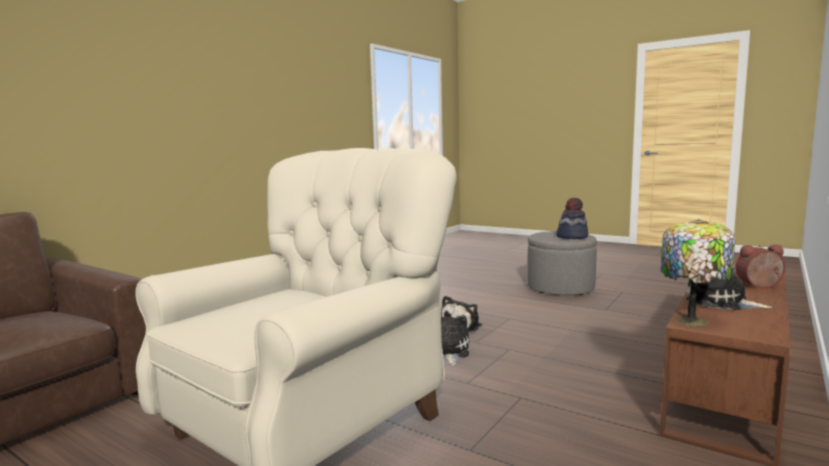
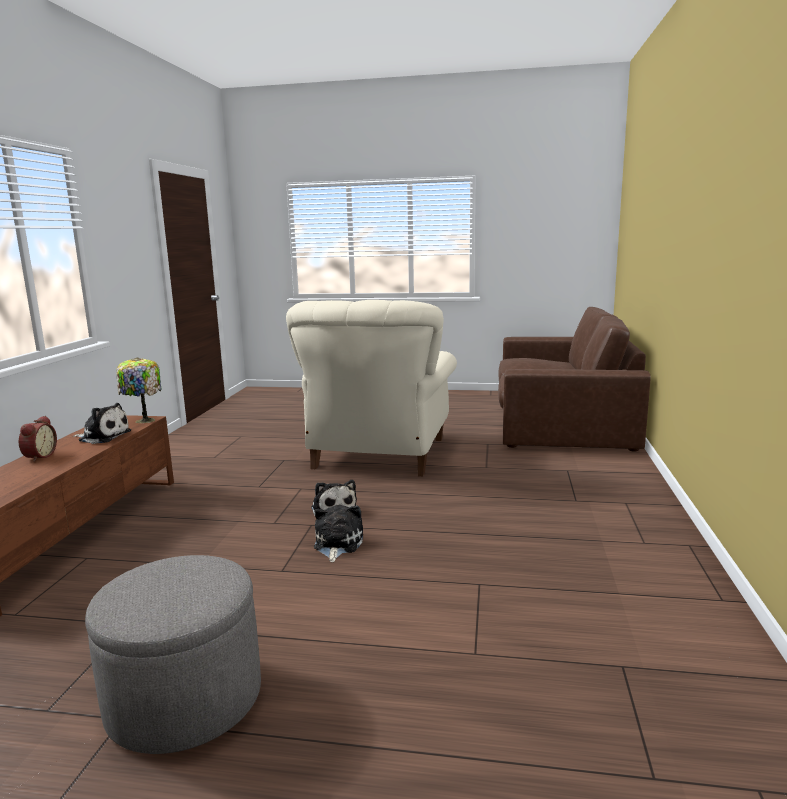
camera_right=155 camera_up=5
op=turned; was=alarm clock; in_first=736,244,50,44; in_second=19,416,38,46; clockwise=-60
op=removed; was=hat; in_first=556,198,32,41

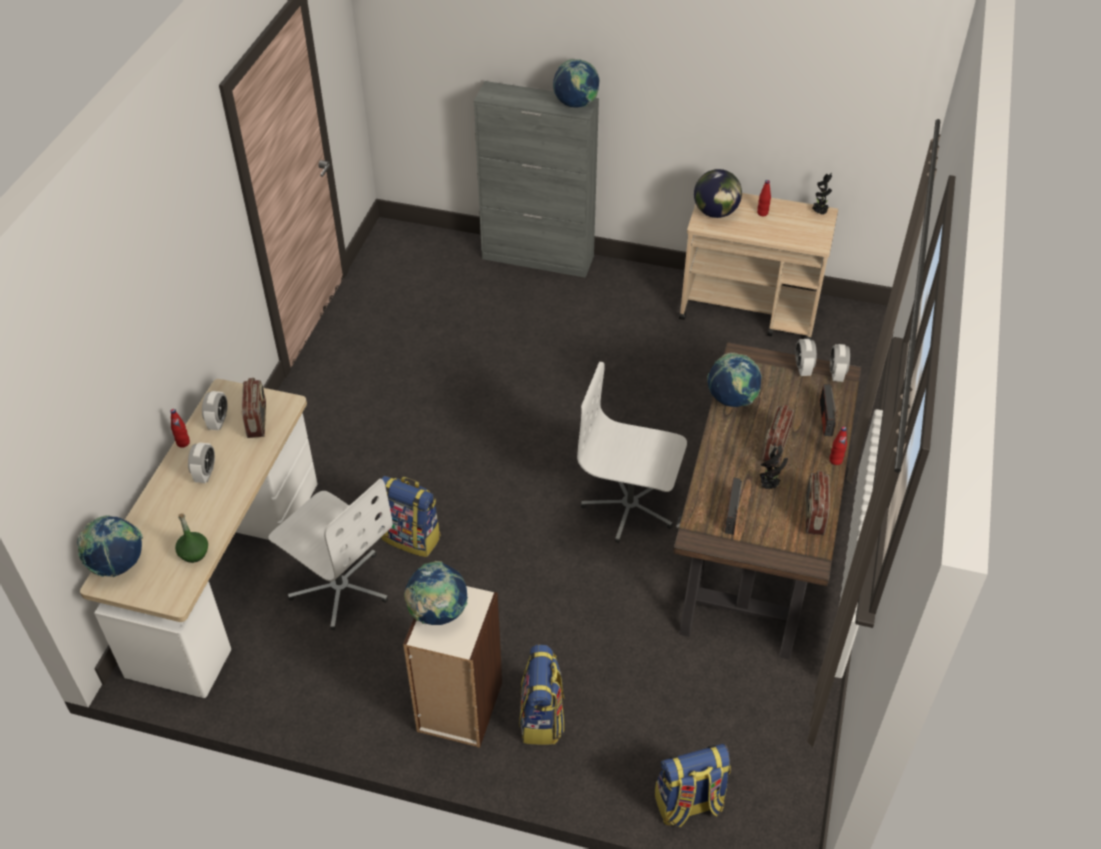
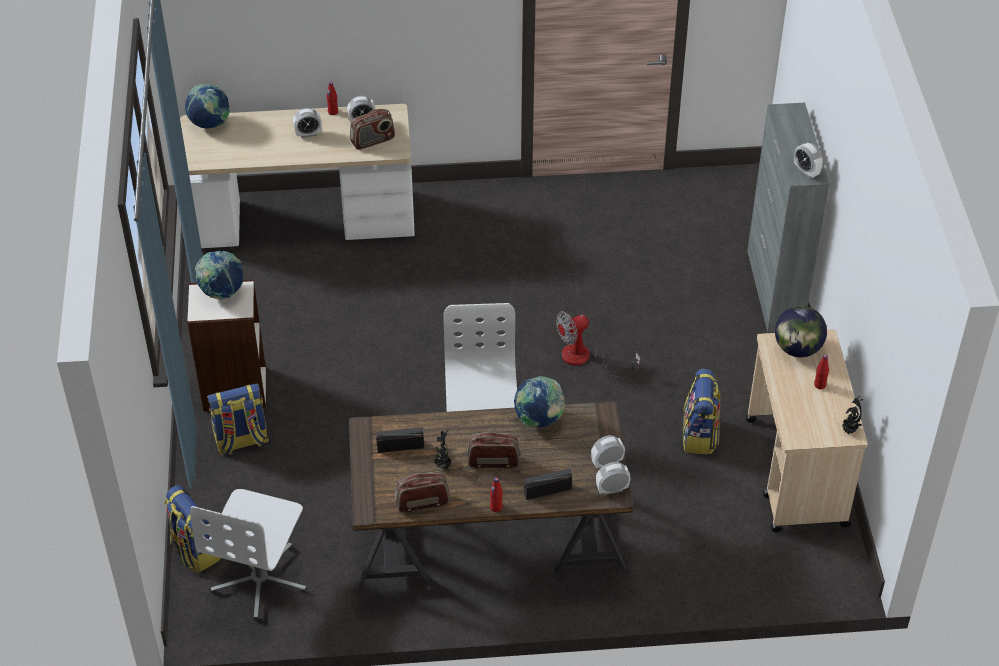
camera_right=70 camera_up=0
op=moved; was=white office chair; in_first=268,478,125,152; in_second=190,489,117,132
op=added; now=fan; in_second=556,311,84,67
op=moved; was=backpack; in_first=379,476,62,81; in_second=683,369,38,85
op=replaced; was=globe; now=alarm clock; in_first=553,59,47,49; in_second=794,143,29,35
op=removed; was=green bottle; in_first=175,513,33,50

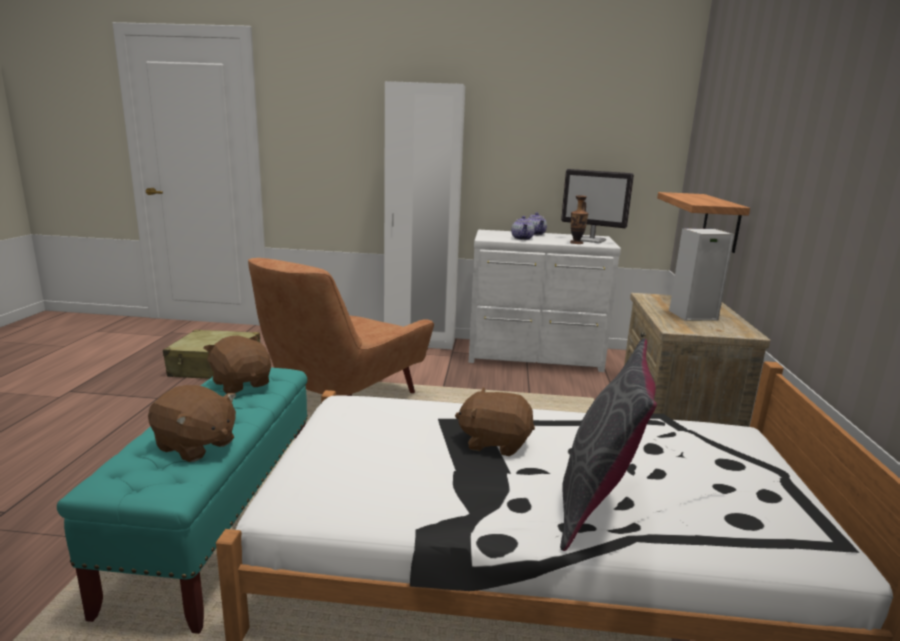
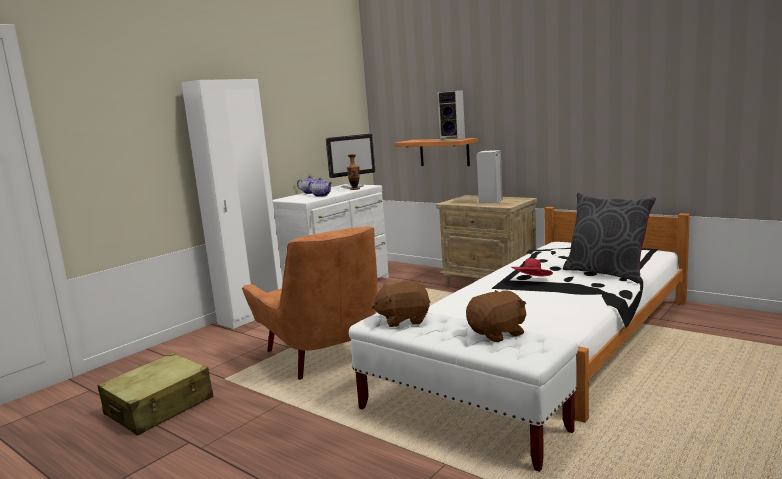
camera_right=-55 camera_up=-5
op=recoloured; was=turquoise bench; now=white bench; in_first=57,368,251,266; in_second=349,312,229,160
op=added; now=speaker; in_second=437,90,28,51
op=replaced; was=brown plush toy; now=red hat; in_first=455,388,80,68; in_second=512,258,41,18

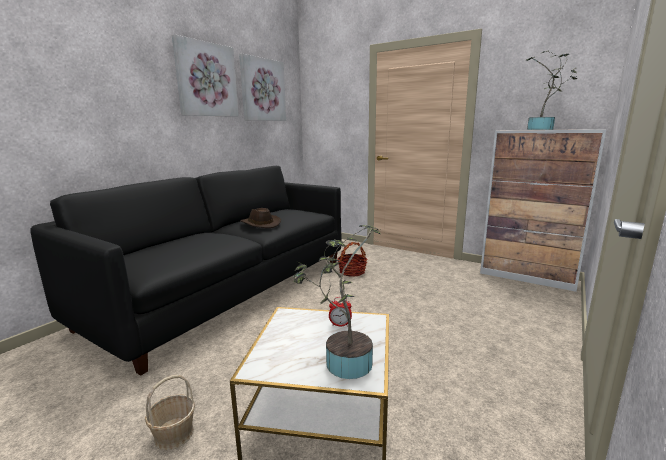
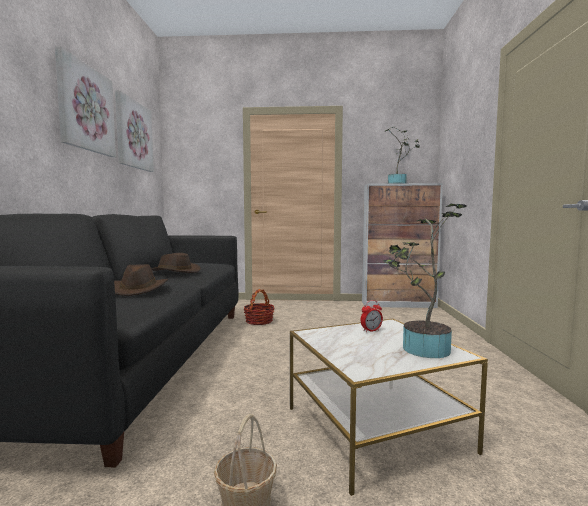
camera_right=-30 camera_up=-10
op=added; now=brown hat; in_second=114,264,54,32

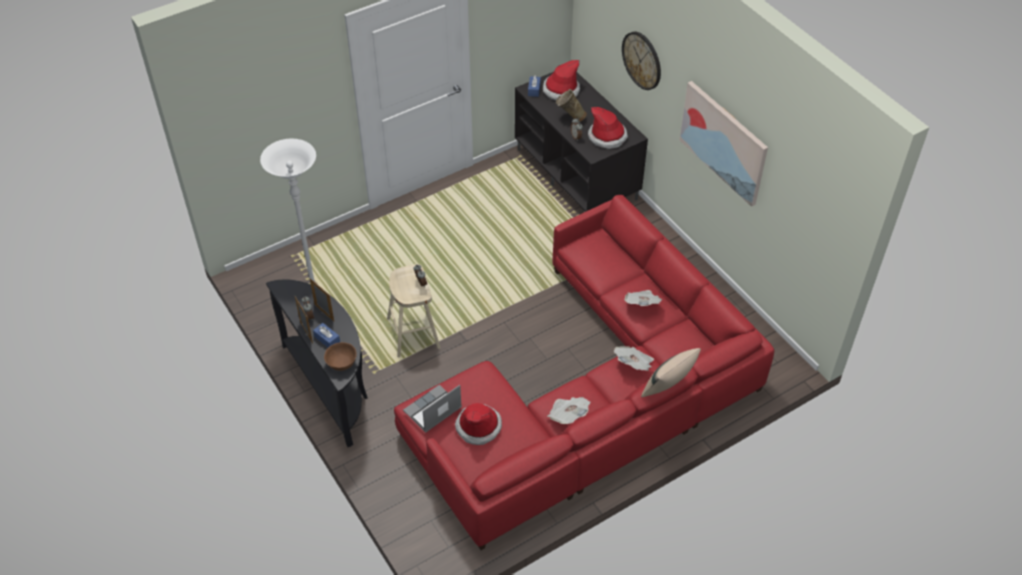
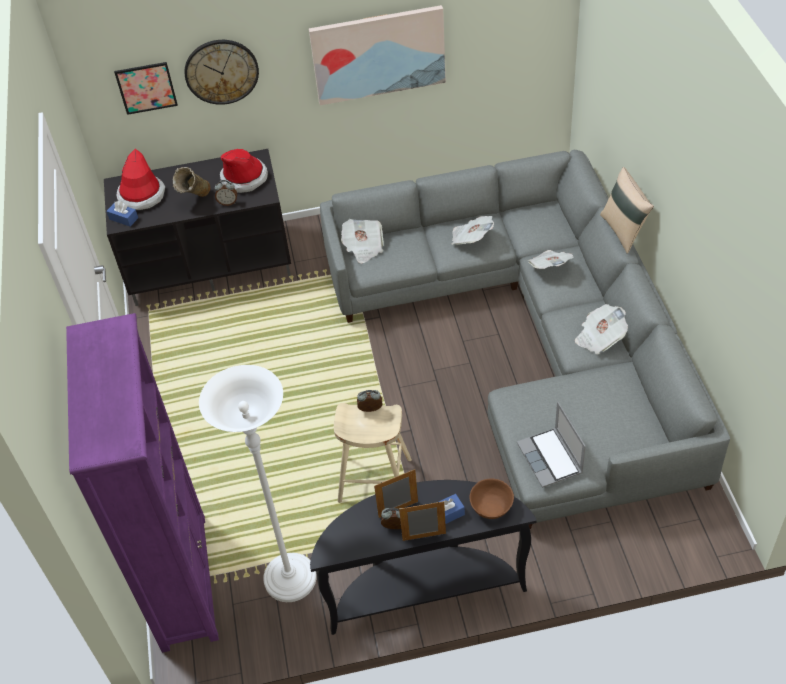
camera_right=-65 camera_up=0
op=added; now=purple bookcase; in_second=66,313,153,340
op=added; now=picture; in_second=114,62,64,53
op=recoloured; was=red sofa; now=grey sofa; in_first=394,195,380,355; in_second=320,150,410,379
op=added; now=newspaper; in_second=341,219,43,44
op=removed; was=hat; in_first=455,403,47,42

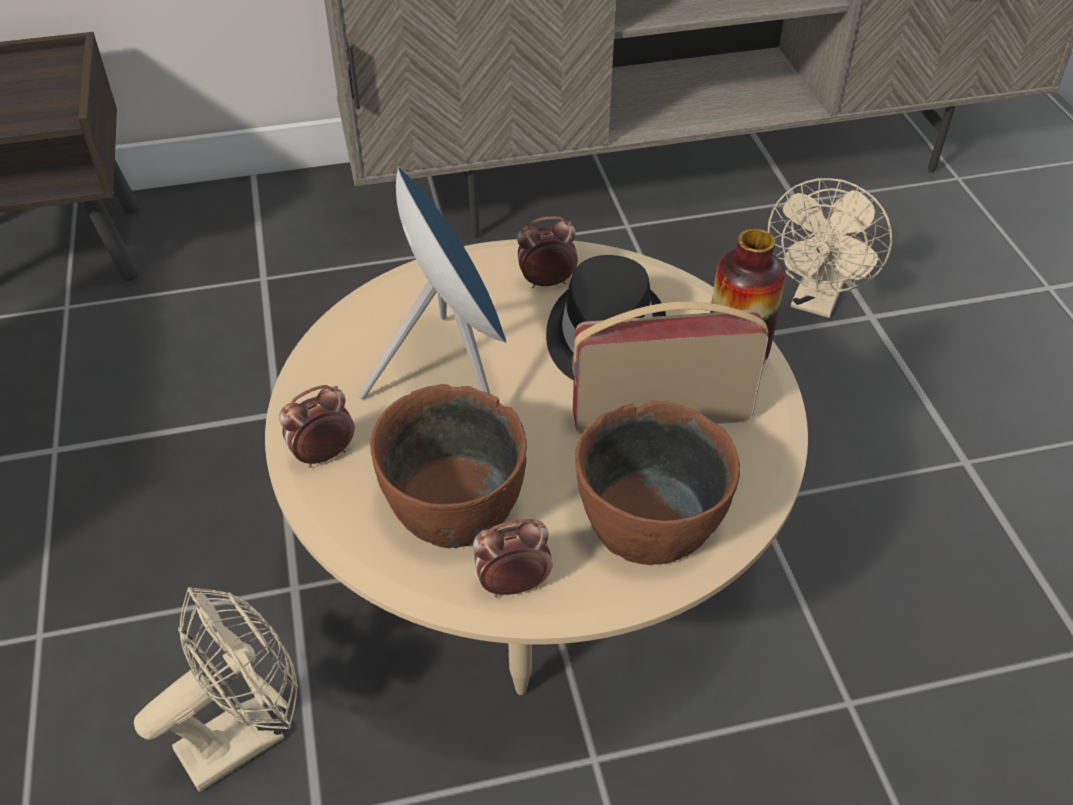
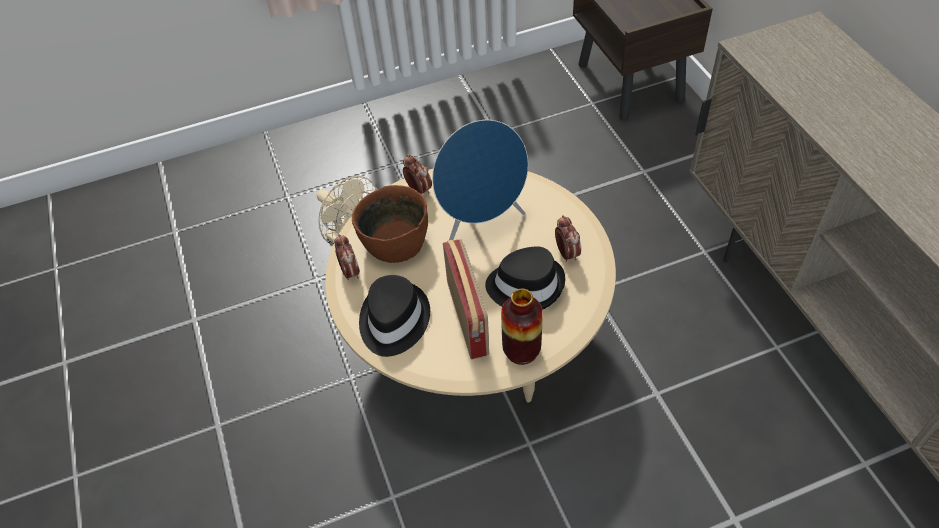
camera_right=85 camera_up=5
op=replaced; was=brown bowl; now=black hat; in_first=575,400,165,165; in_second=359,275,71,82
op=removed; was=beige fan; in_first=768,178,124,140

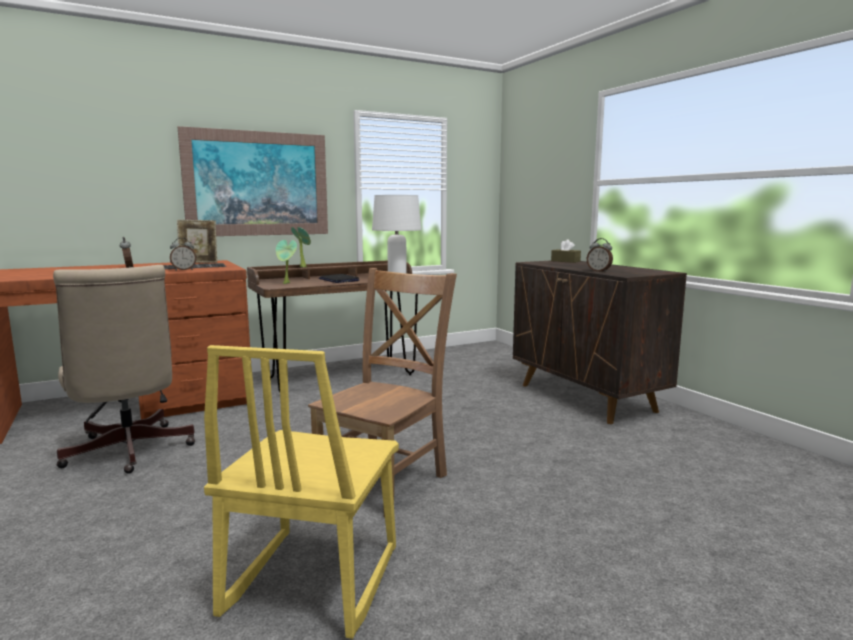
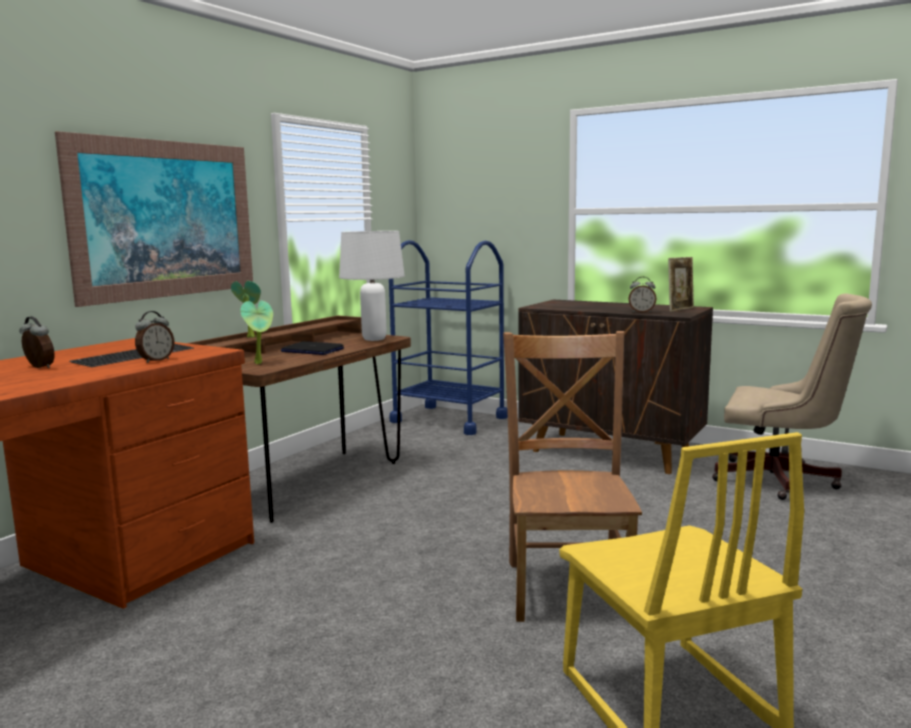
camera_right=-30 camera_up=0
op=added; now=blue cart; in_second=389,240,119,195
op=moved; was=picture frame; in_first=177,220,40,43; in_second=668,257,26,55
op=moved; was=beige office chair; in_first=53,265,142,209; in_second=712,293,160,207
op=removed; was=brown tissue box; in_first=551,239,30,24

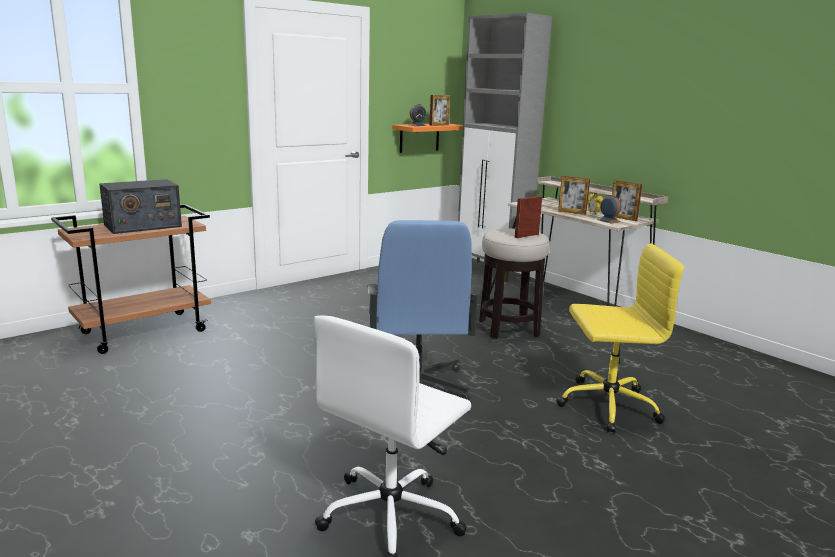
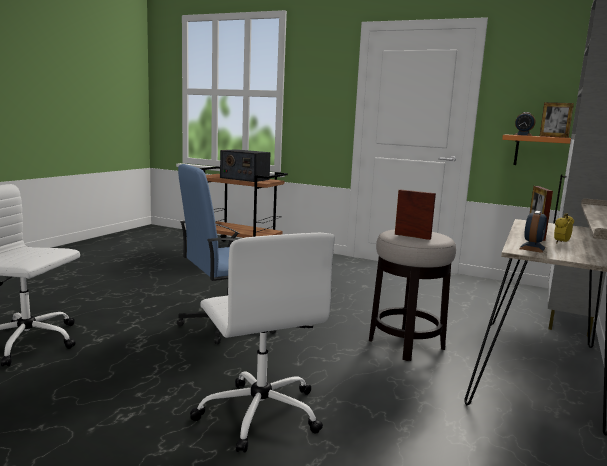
camera_right=65 camera_up=-5
op=recoloured; was=yellow office chair; now=white office chair; in_first=556,243,128,191; in_second=190,233,145,220
op=removed; was=picture frame; in_first=612,180,30,41

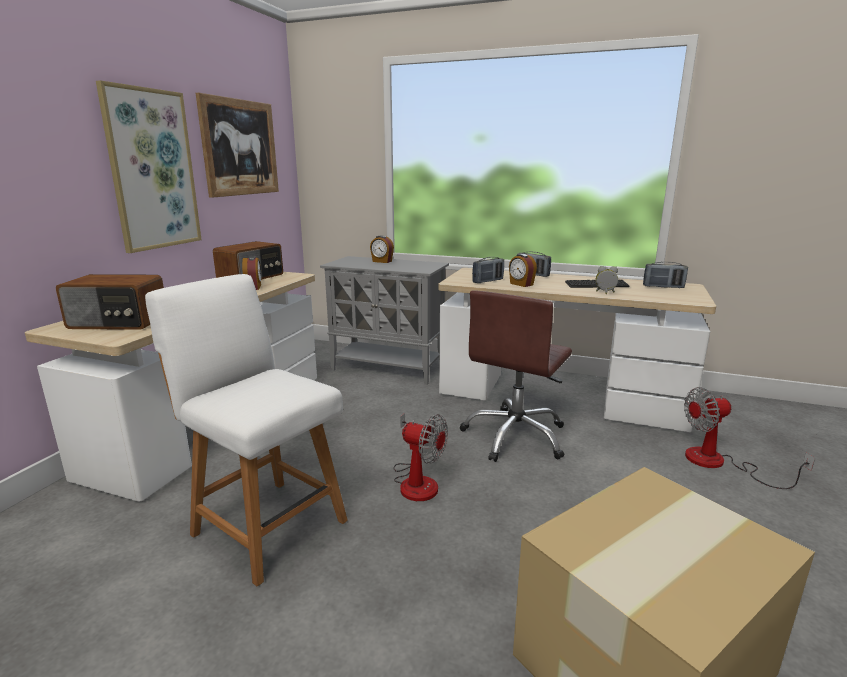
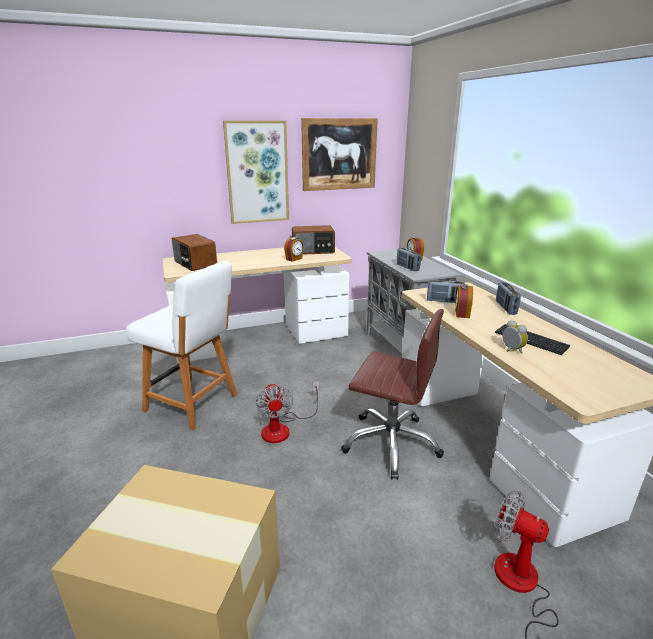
camera_right=50 camera_up=5
op=turned; was=white chair; in_first=145,274,203,312; in_second=126,261,111,169; clockwise=120
op=turned; was=brown office chair; in_first=460,290,112,172; in_second=341,309,103,171; clockwise=-150
op=moved; was=radio; in_first=643,262,45,26; in_second=397,248,24,23

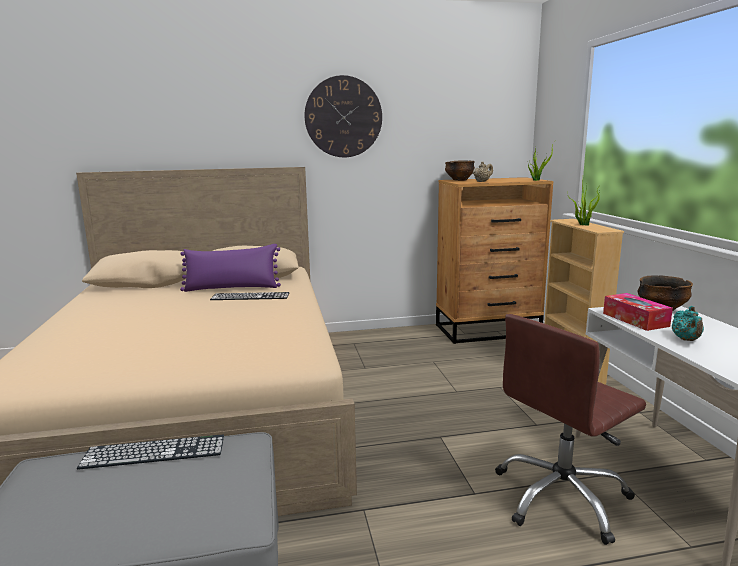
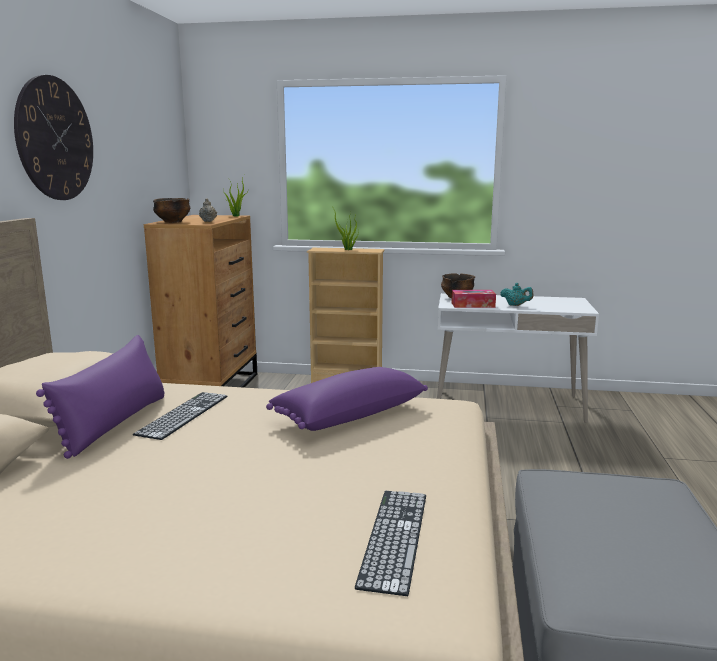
camera_right=-70 camera_up=0
op=added; now=purple pillow; in_second=266,367,162,64
op=moved; was=keyboard; in_first=77,434,147,36; in_second=355,491,71,105
op=removed; was=brown office chair; in_first=495,314,151,231

